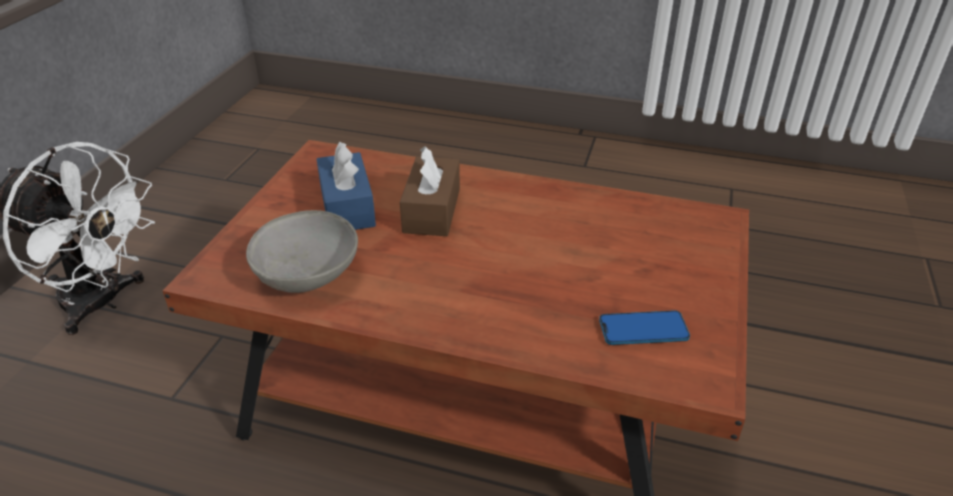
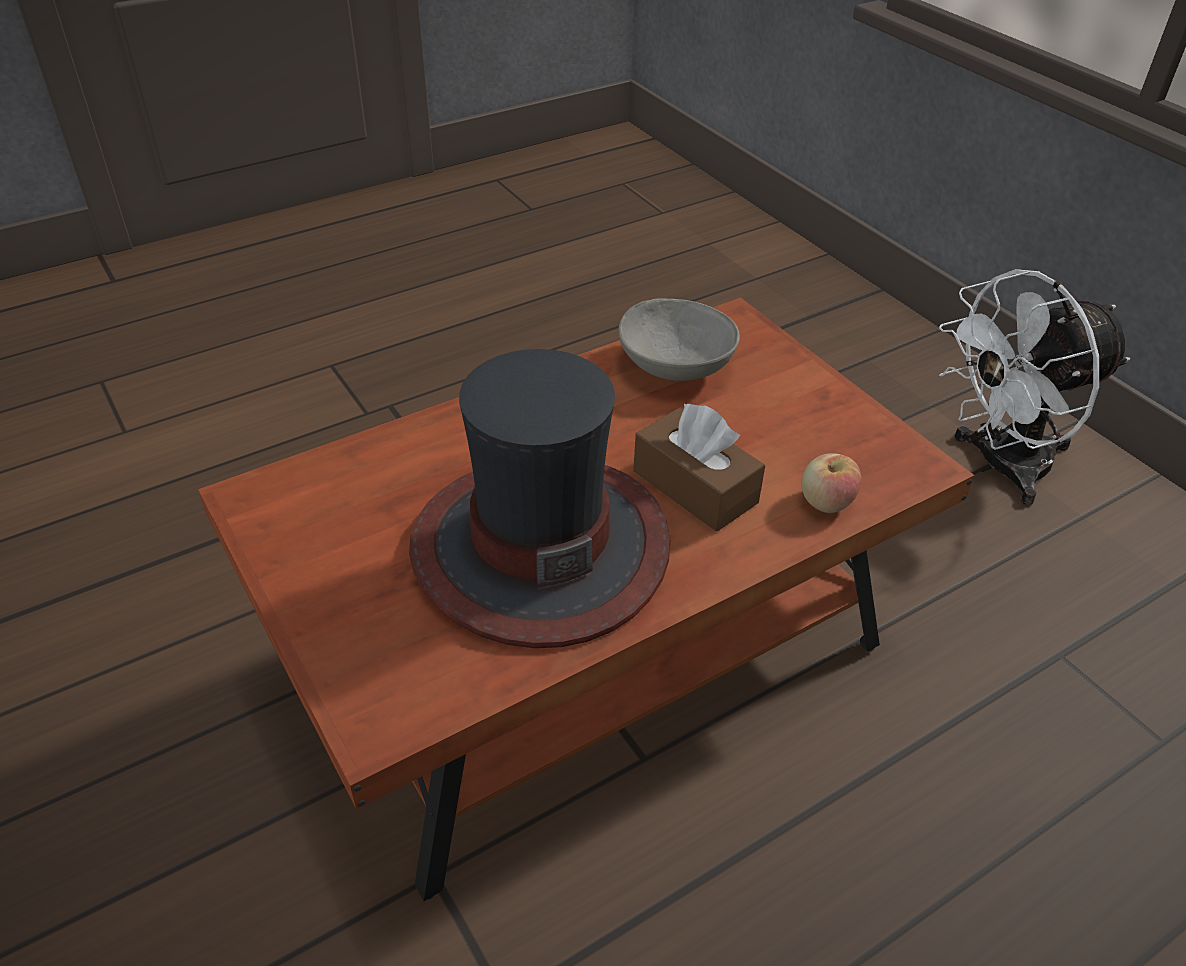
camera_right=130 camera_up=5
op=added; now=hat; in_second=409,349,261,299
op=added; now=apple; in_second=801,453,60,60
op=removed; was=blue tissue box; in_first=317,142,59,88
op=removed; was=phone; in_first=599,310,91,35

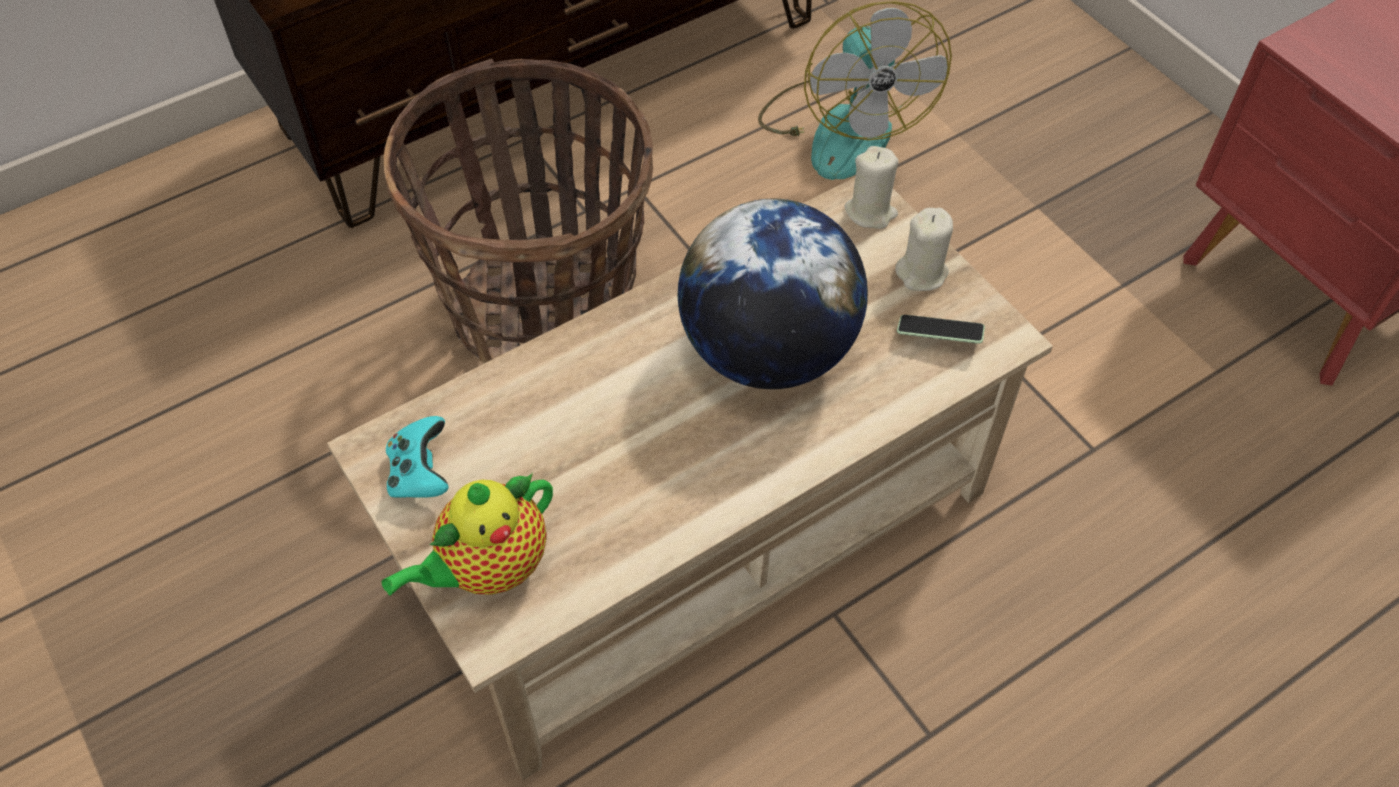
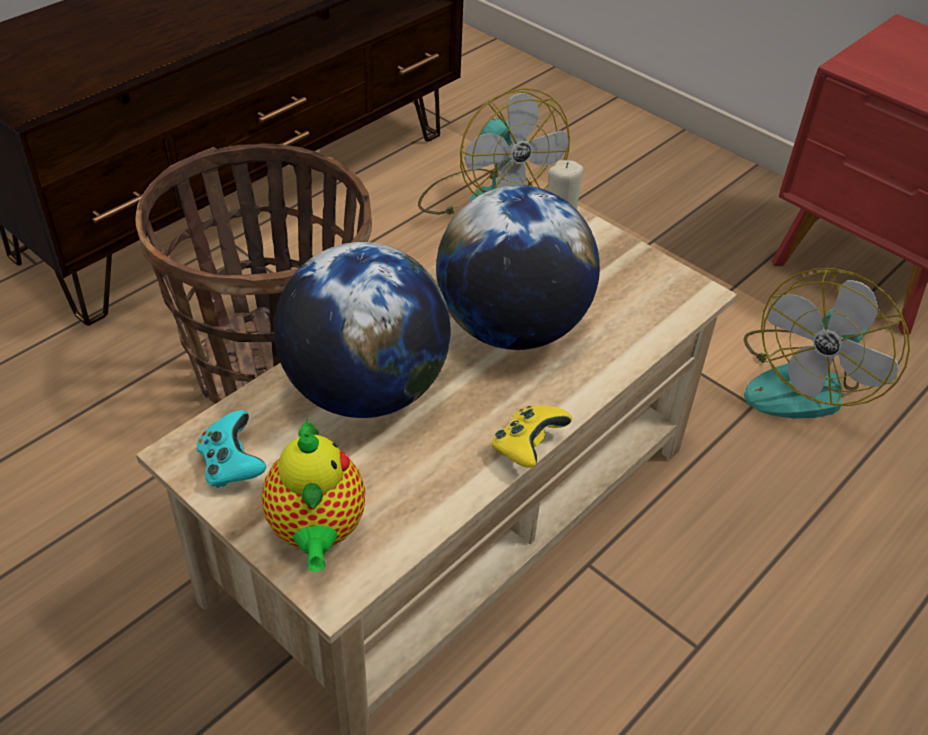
camera_right=-15 camera_up=-10
op=turned; was=teapot; in_first=381,473,172,122; in_second=262,417,103,155; clockwise=-45
op=added; now=globe; in_second=274,242,177,176
op=added; now=yellow game controller; in_second=492,406,80,62
op=added; now=fan; in_second=744,268,166,150
op=removed; was=beige candle; in_first=895,208,58,83
op=removed; was=phone; in_first=897,315,88,29

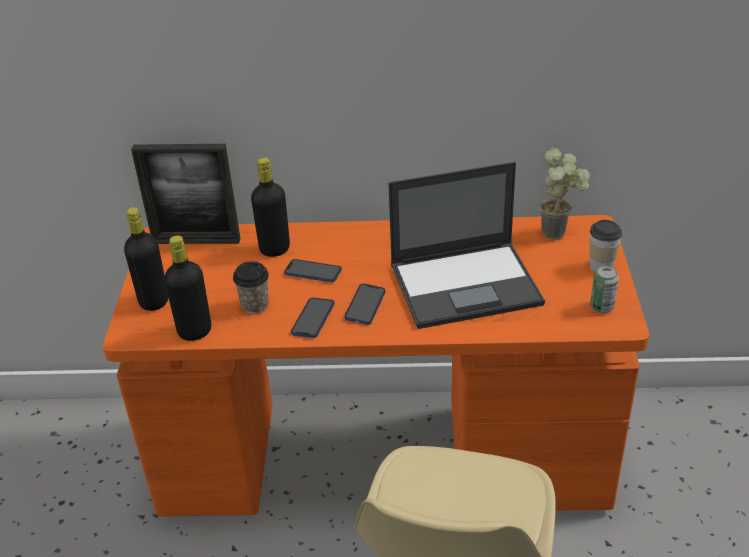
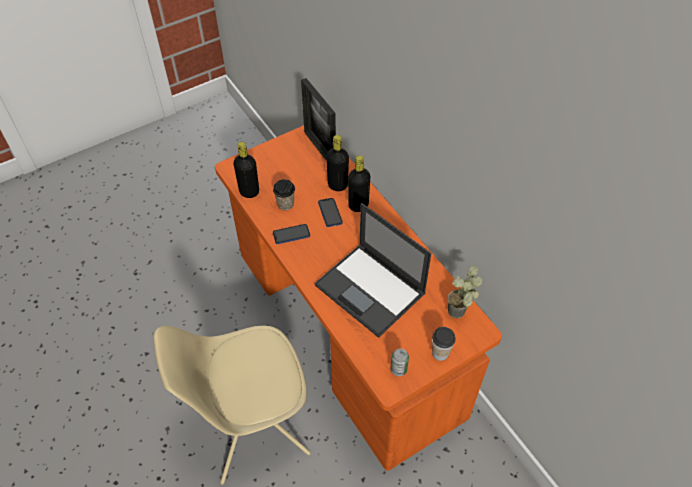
camera_right=55 camera_up=15
op=moved; was=black bottle; in_first=124,207,44,104; in_second=348,156,22,56
op=removed; was=phone; in_first=344,284,42,41

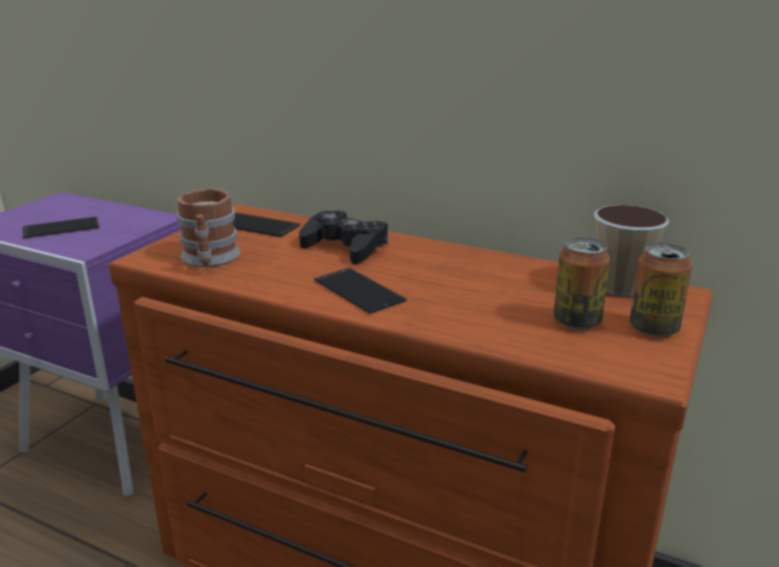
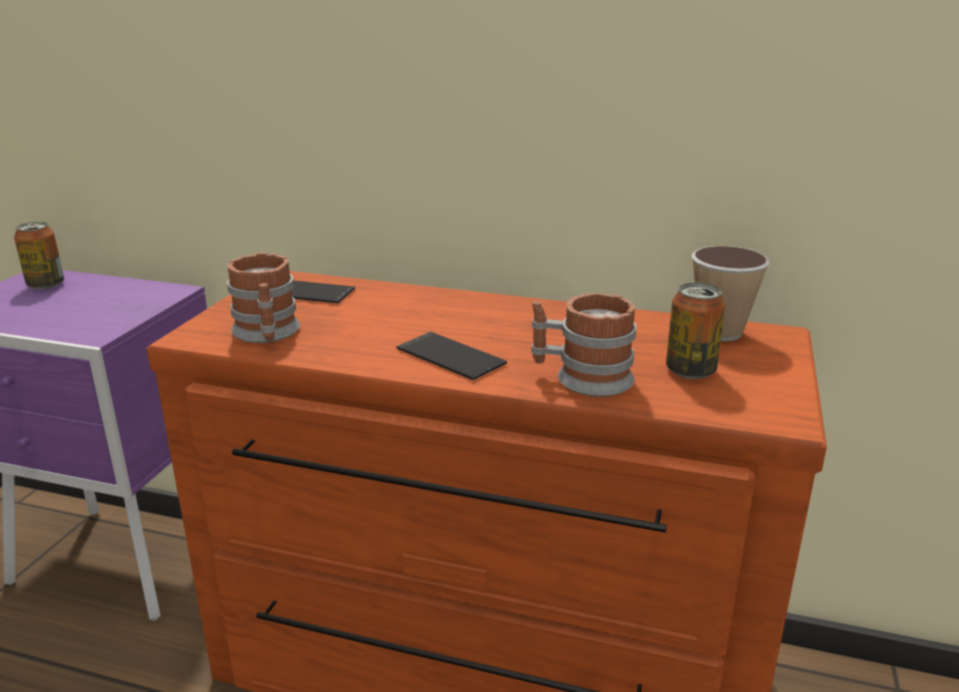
camera_right=-10 camera_up=0
op=moved; was=can; in_first=630,243,62,94; in_second=14,222,50,68
op=added; now=mug; in_second=531,293,105,104
op=removed; was=phone; in_first=23,216,76,22
op=removed; was=black game controller; in_first=299,211,89,53

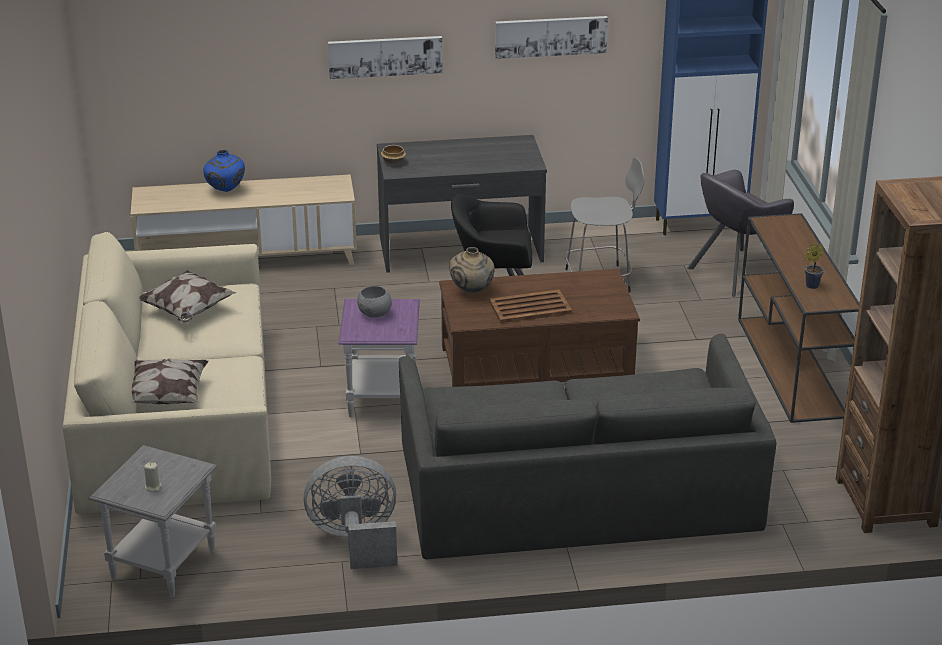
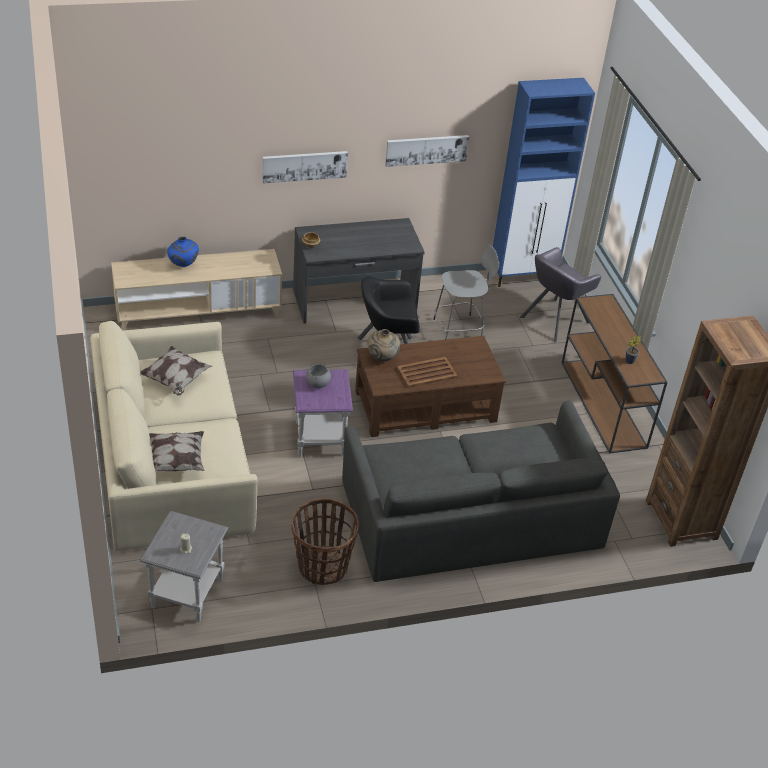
camera_right=-10 camera_up=10
op=replaced; was=grey fan; now=basket; in_first=303,456,94,113; in_second=291,498,68,87

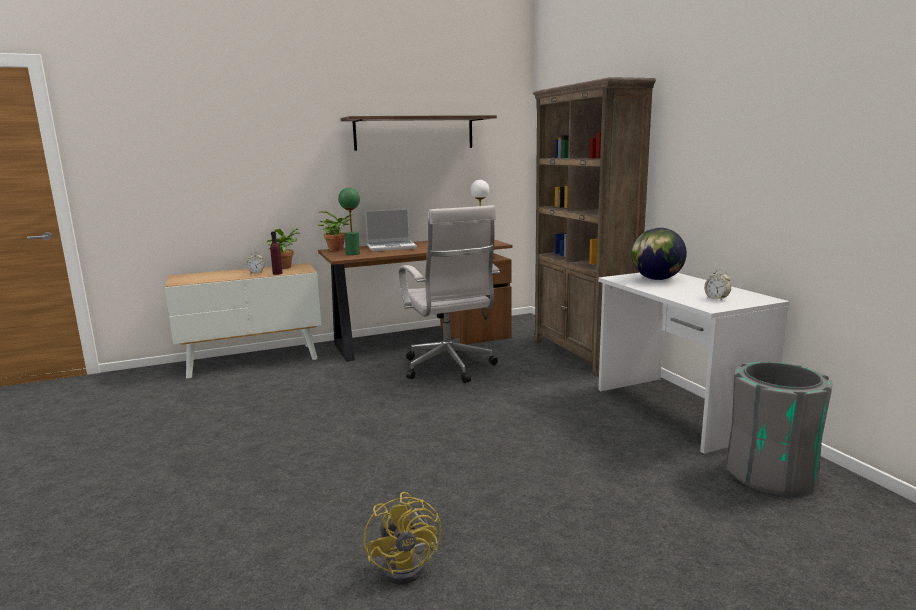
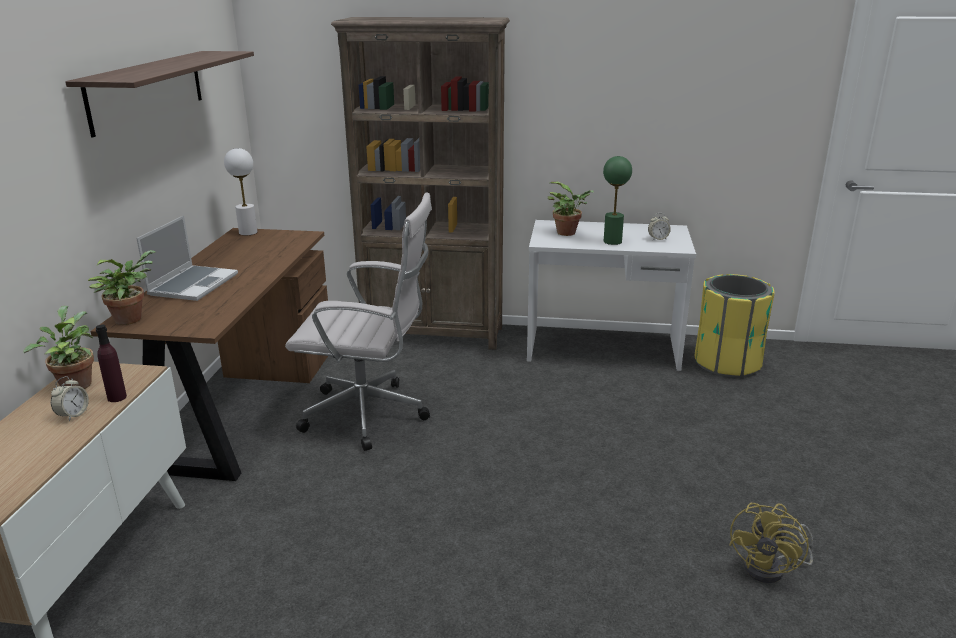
camera_right=-60 camera_up=10
op=replaced; was=globe; now=potted plant; in_first=632,228,55,52; in_second=548,181,46,55
op=moved; was=green table lamp; in_first=338,188,22,67; in_second=603,156,29,89
op=recoloured; was=grey trash can; now=yellow trash can; in_first=725,362,107,134; in_second=695,274,79,104
op=turned; was=yellow fan; in_first=363,492,78,92; in_second=729,503,85,80; clockwise=105

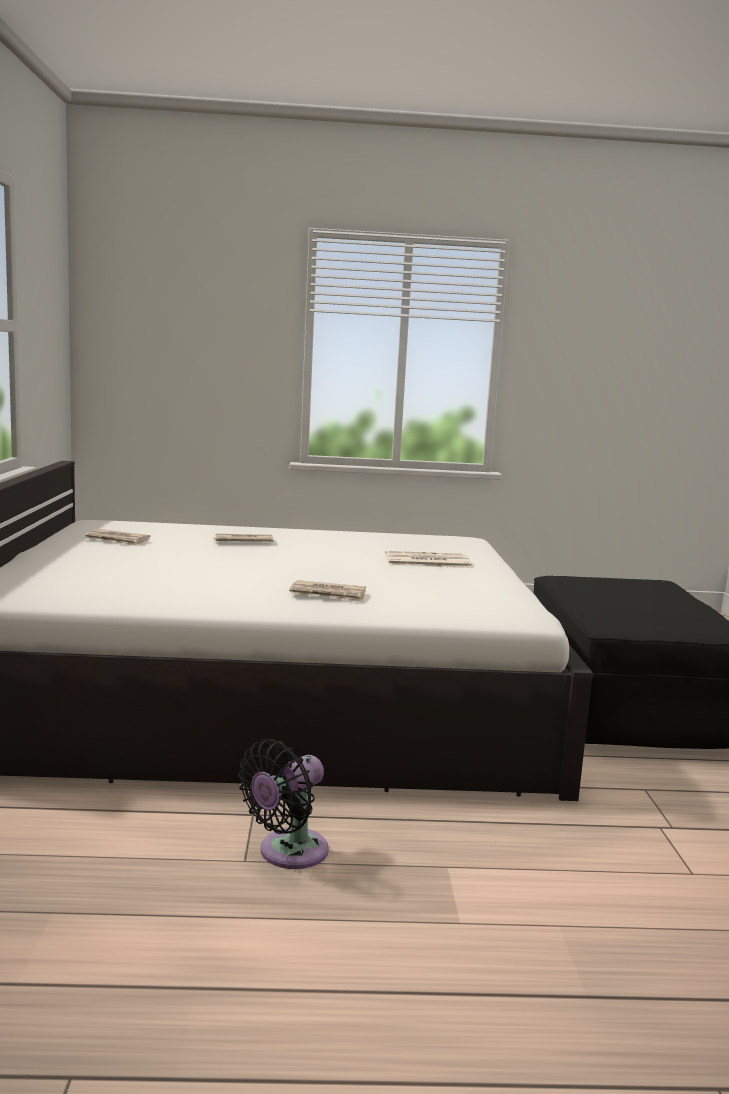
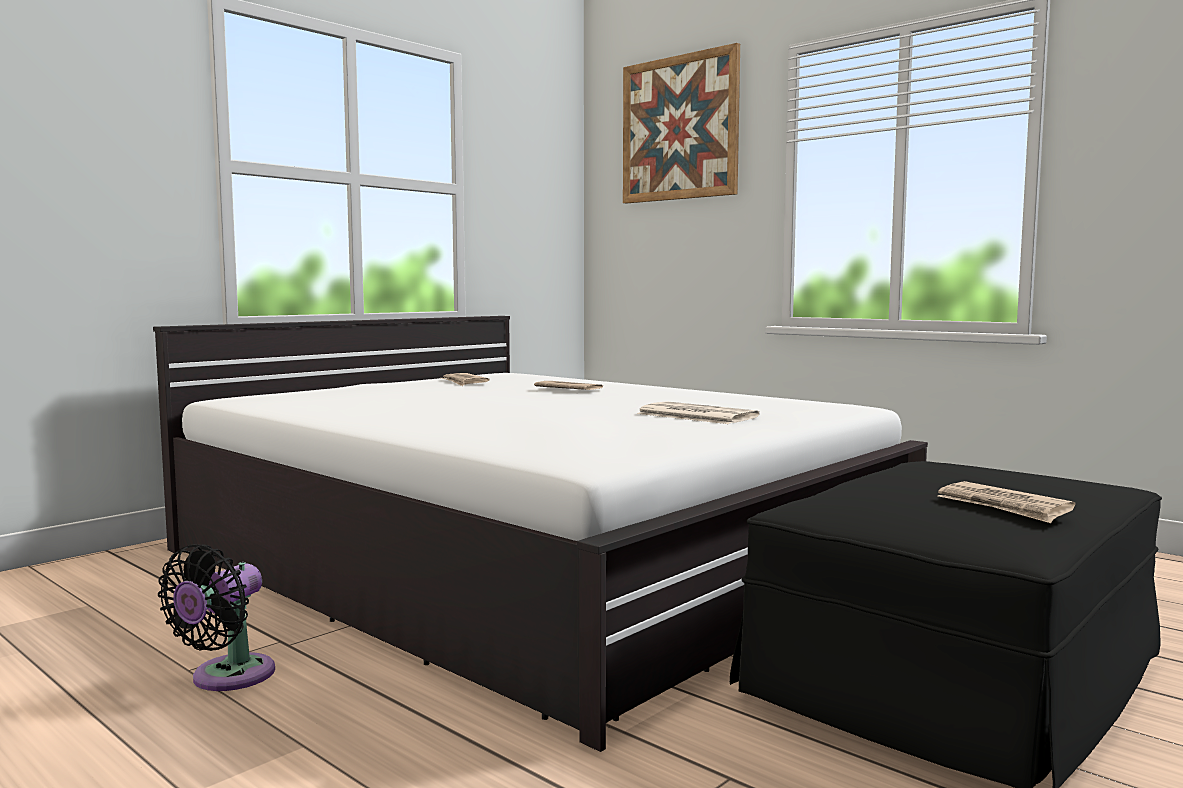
camera_right=45 camera_up=-5
op=turned; was=black fan; in_first=238,739,91,130; in_second=158,544,117,147; clockwise=-60
op=added; now=picture; in_second=623,43,117,160
op=moved; was=newspaper; in_first=289,580,77,22; in_second=938,481,137,42

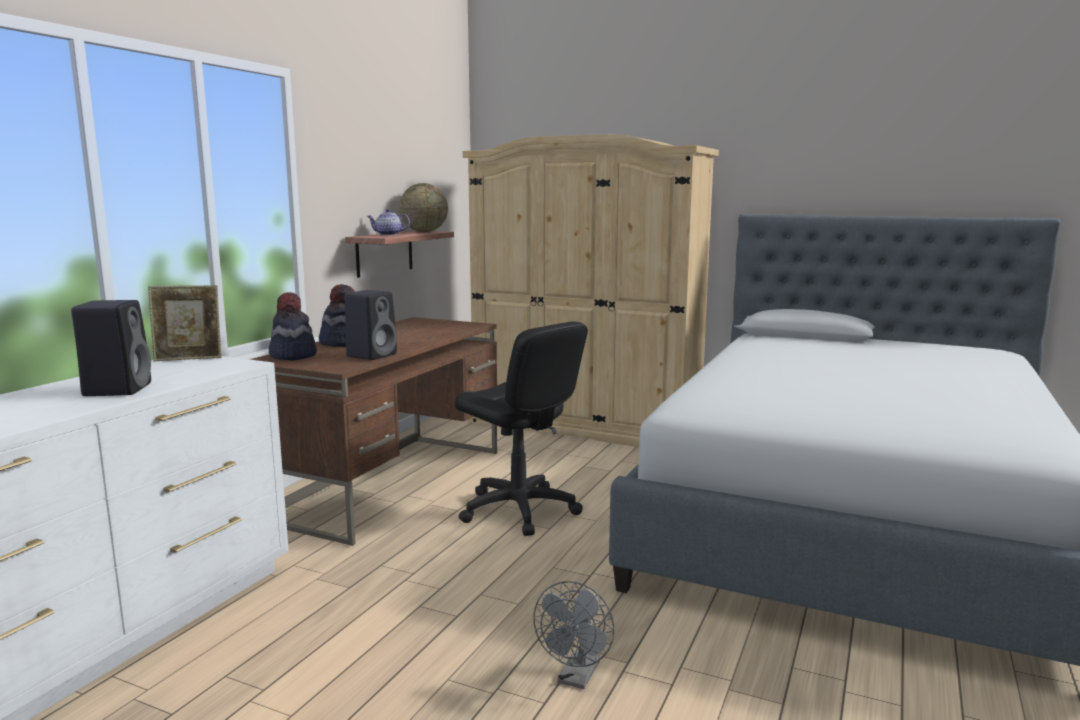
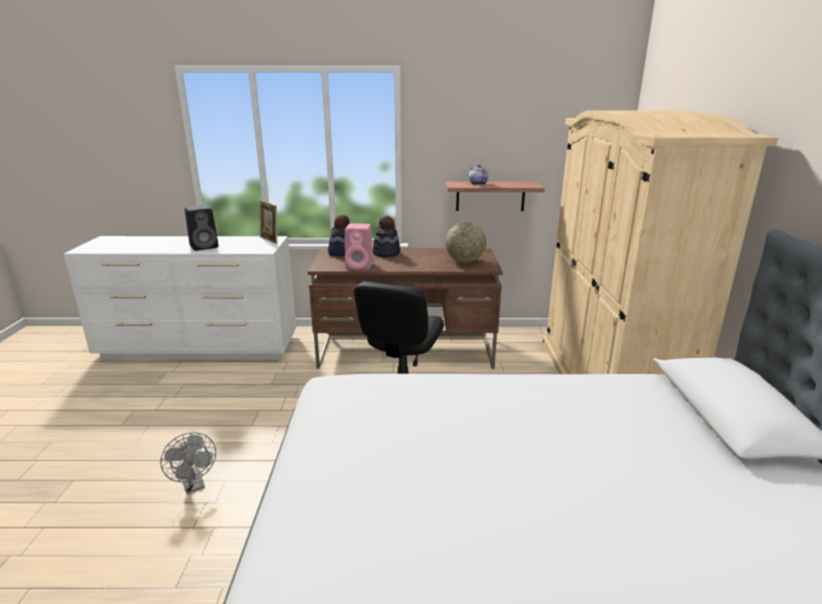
camera_right=65 camera_up=10
op=turned; was=grey fan; in_first=533,581,81,108; in_second=160,433,56,61; clockwise=-120
op=recoloured; was=black speaker; now=pink speaker; in_first=344,290,53,70; in_second=345,223,28,47
op=moved; was=globe; in_first=399,183,49,49; in_second=445,222,41,41

